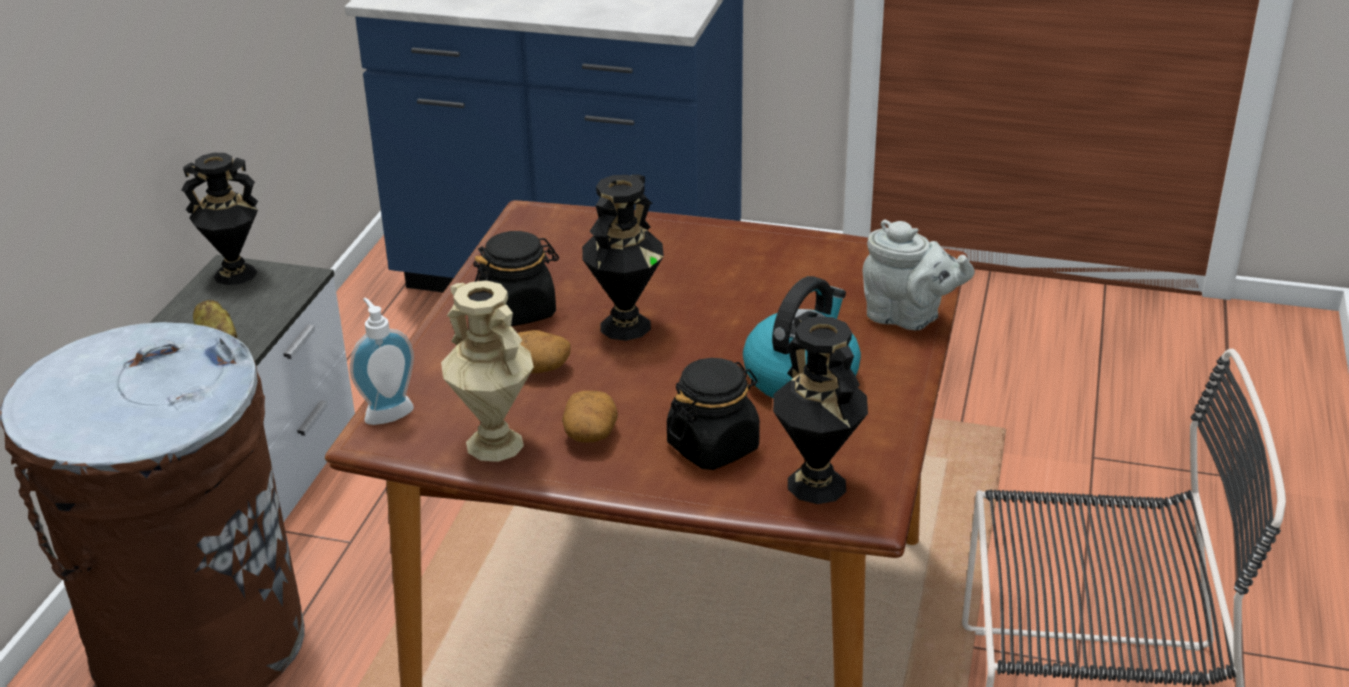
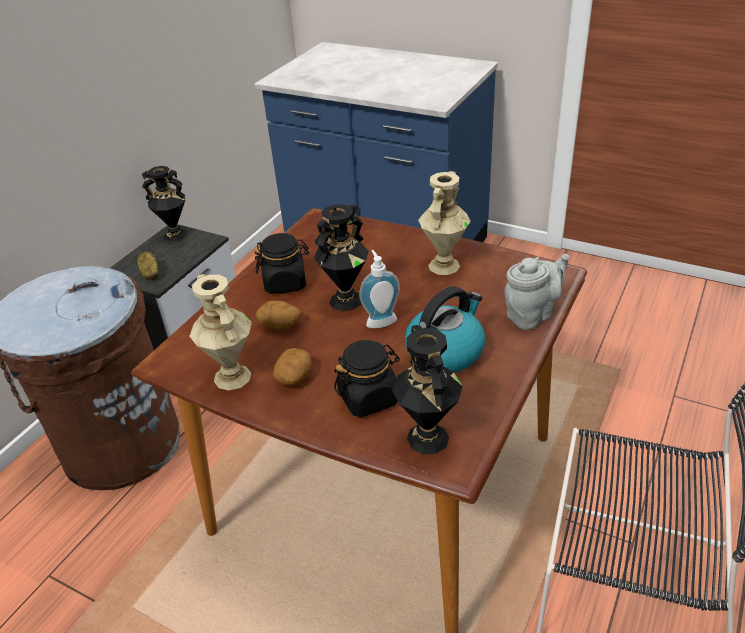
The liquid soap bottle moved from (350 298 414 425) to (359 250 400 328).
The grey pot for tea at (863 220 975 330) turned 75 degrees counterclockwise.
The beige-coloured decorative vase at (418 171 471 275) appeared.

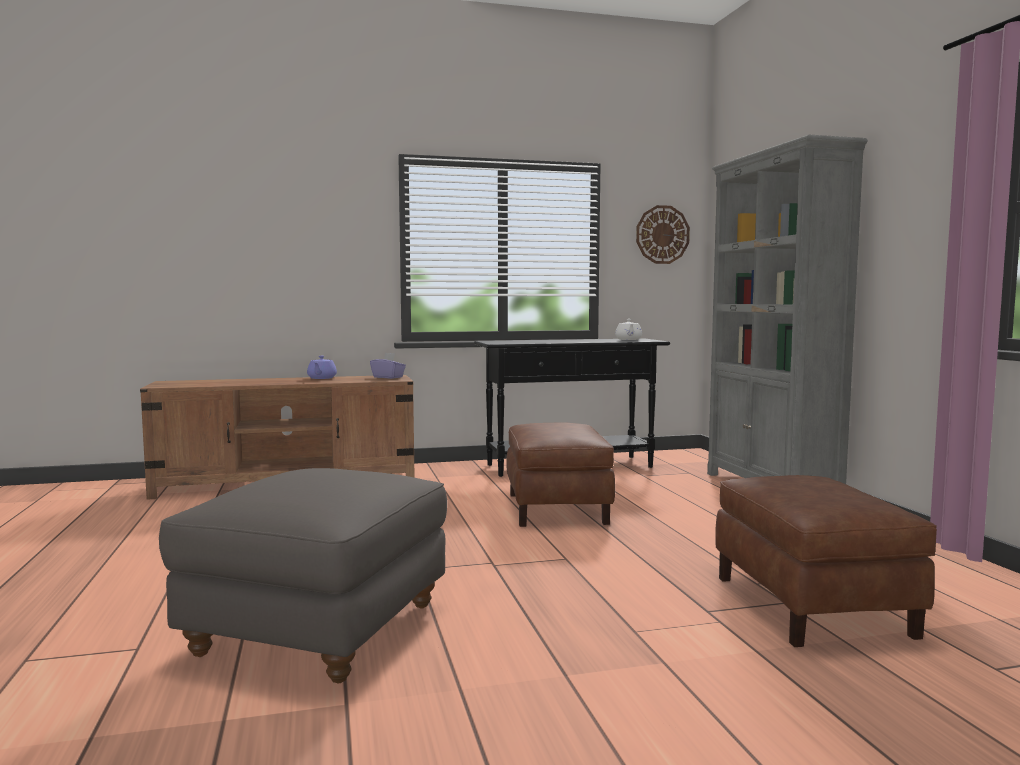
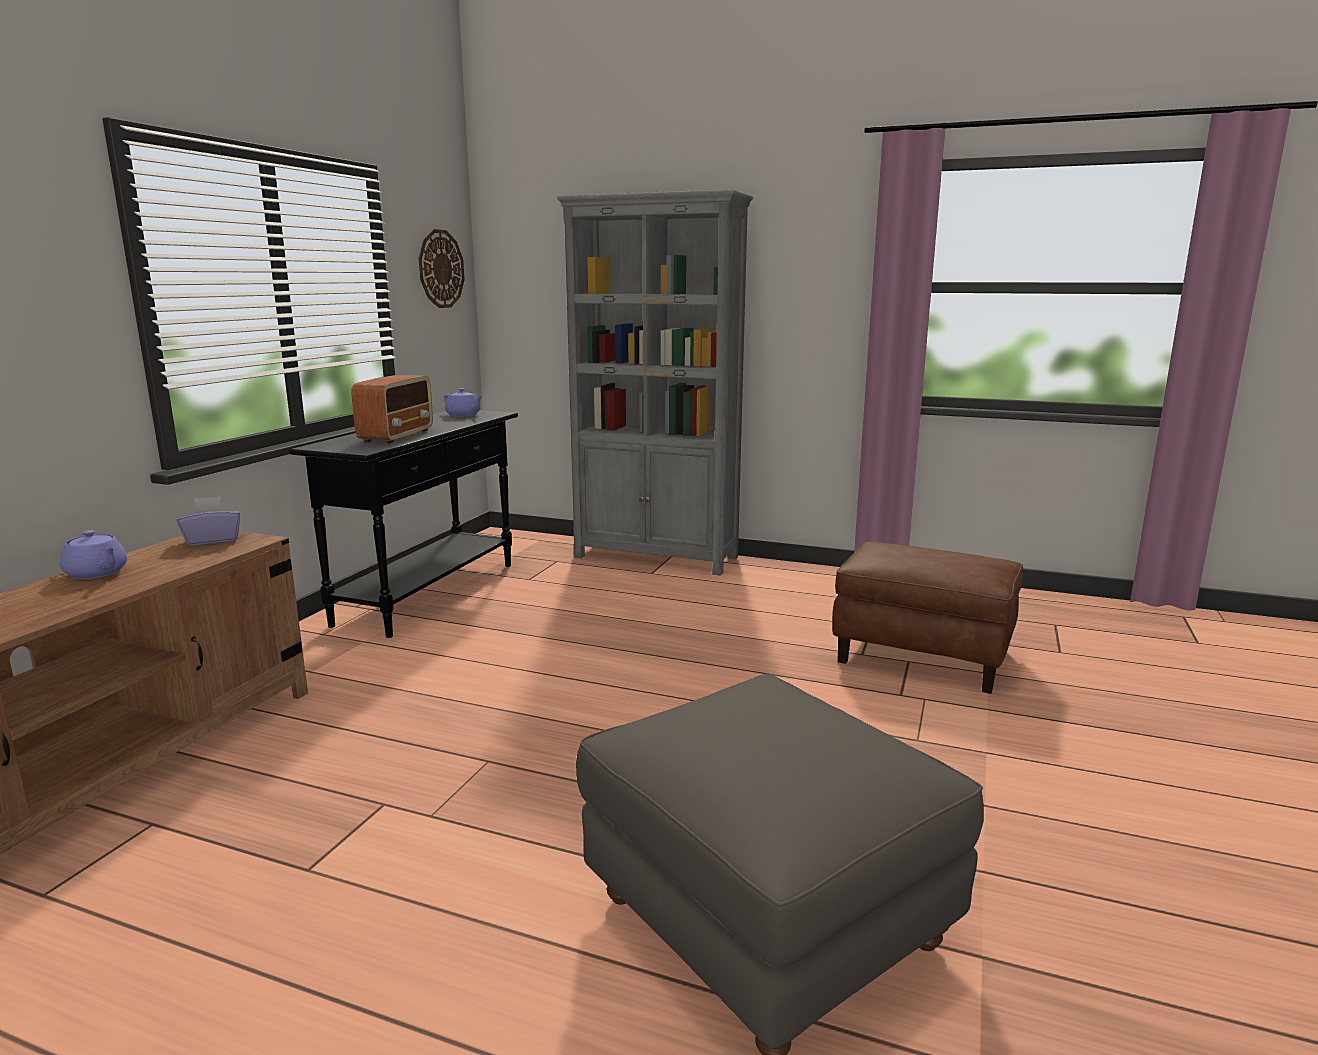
The brown footrest at (506 422 615 527) disappeared.
The white pot for tea at (615 319 642 340) became the purple-coloured pot for tea at (444 388 483 417).
The radio receiver at (351 375 433 443) appeared.

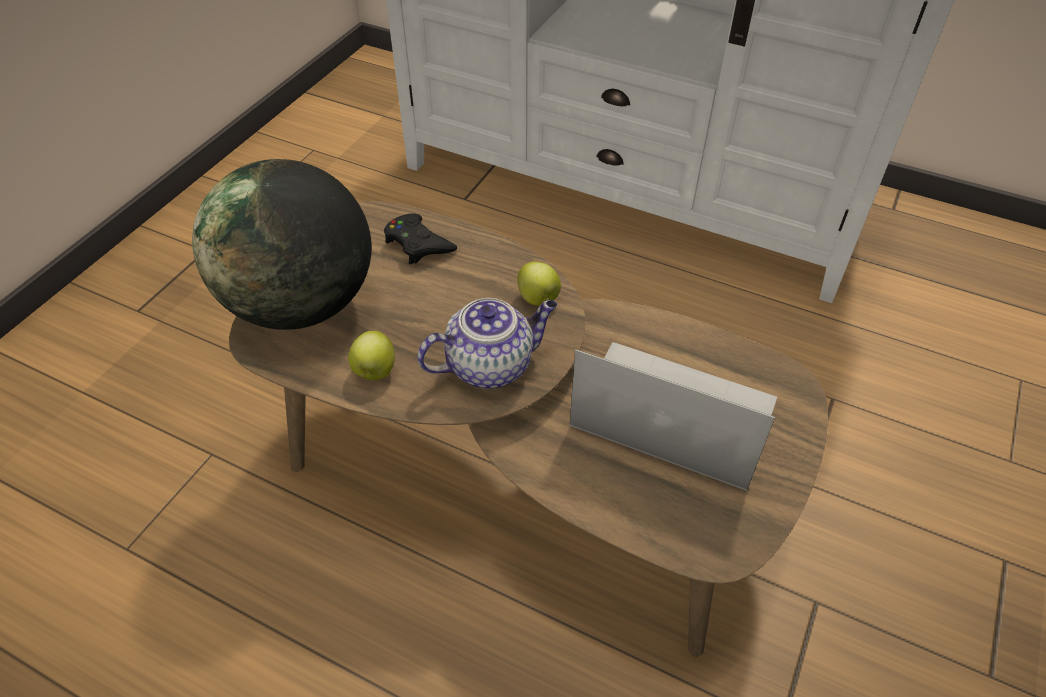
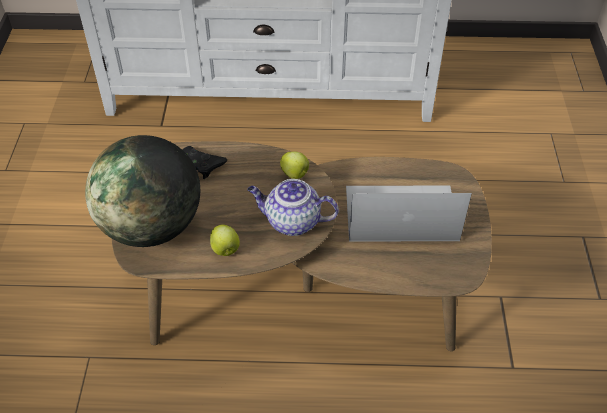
The pot for tea at (417 298 557 389) turned 120 degrees counterclockwise.

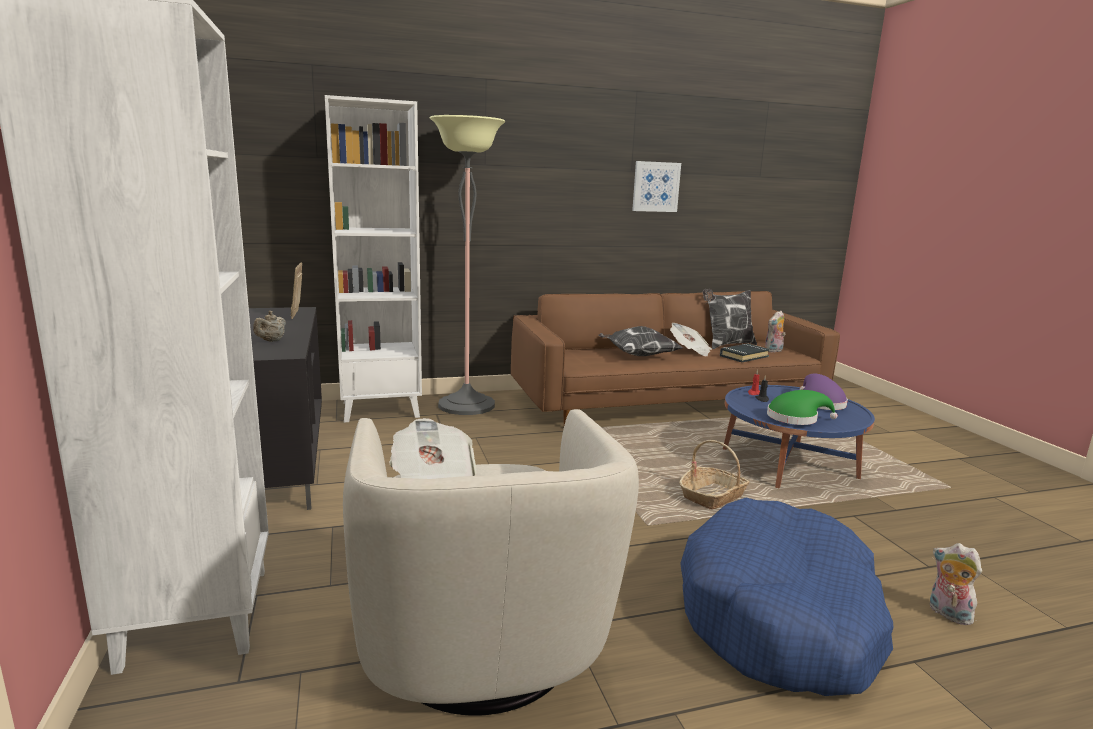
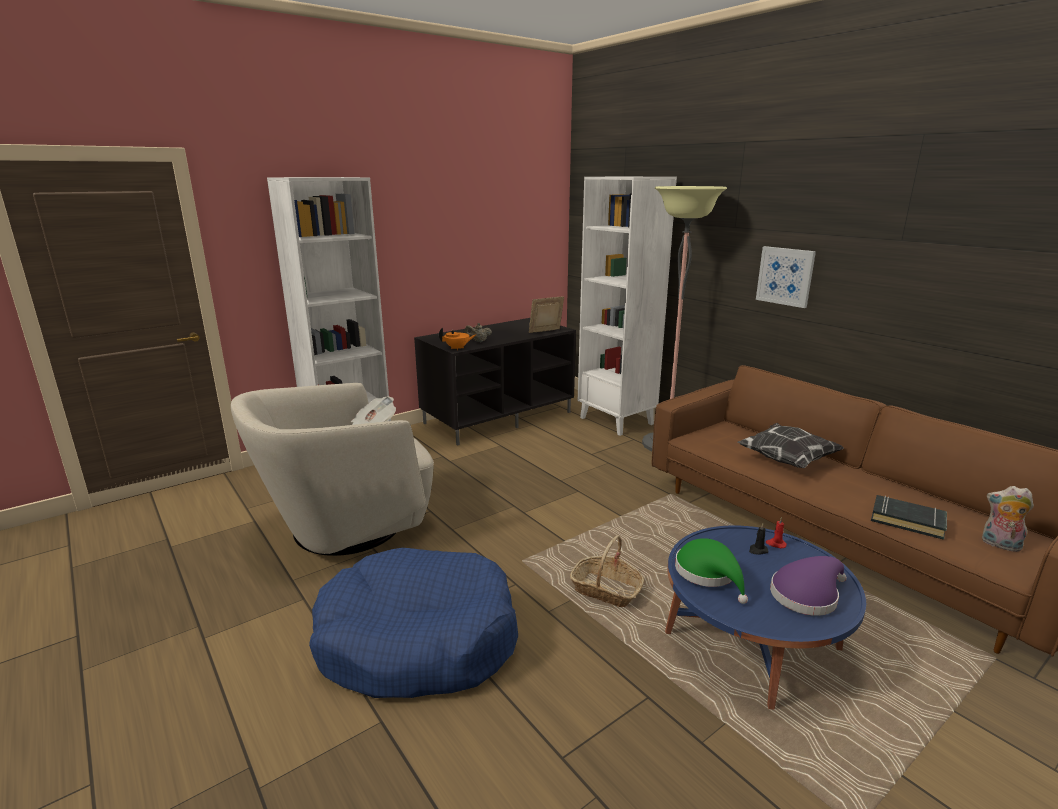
The picture moved from (632 161 681 212) to (756 246 816 308).
The newspaper at (670 323 712 357) disappeared.
The pillow at (703 289 757 349) disappeared.
The plush toy at (930 543 982 625) disappeared.
The orange pot for tea at (439 327 476 350) appeared.

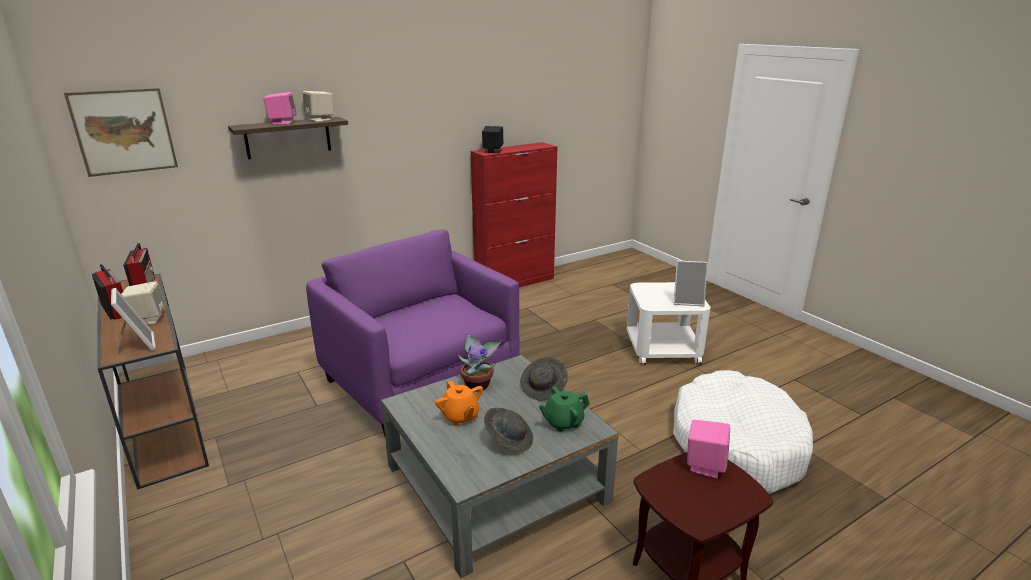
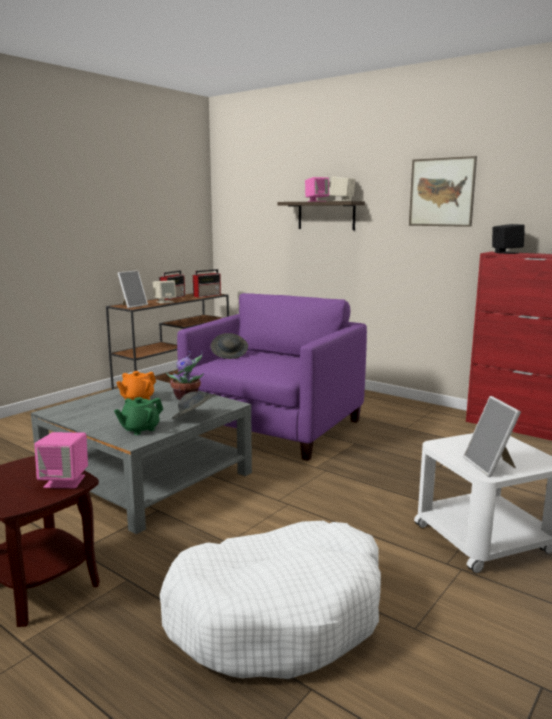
The picture moved from (64 88 178 177) to (409 156 477 227).
The grey wearable hat moved from (484 408 533 452) to (210 333 248 359).
The green-coloured pot for tea at (539 386 590 432) turned 90 degrees counterclockwise.

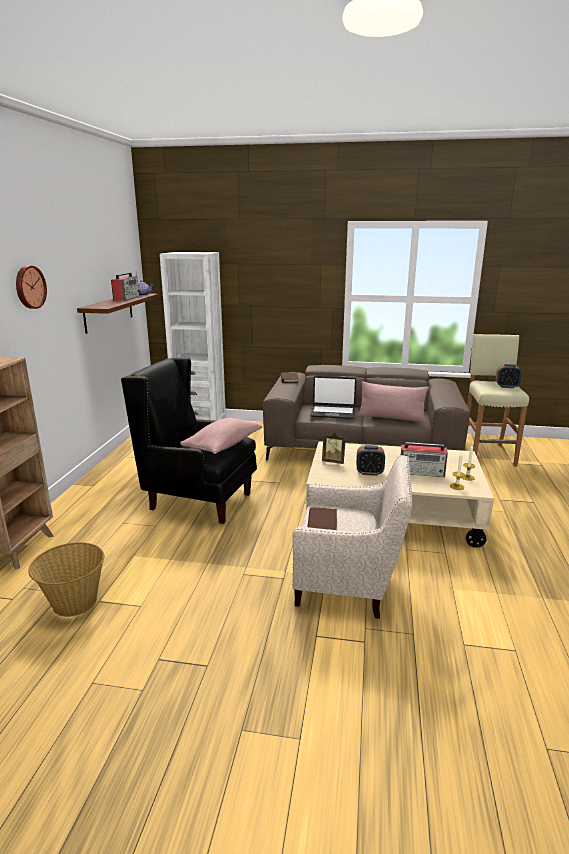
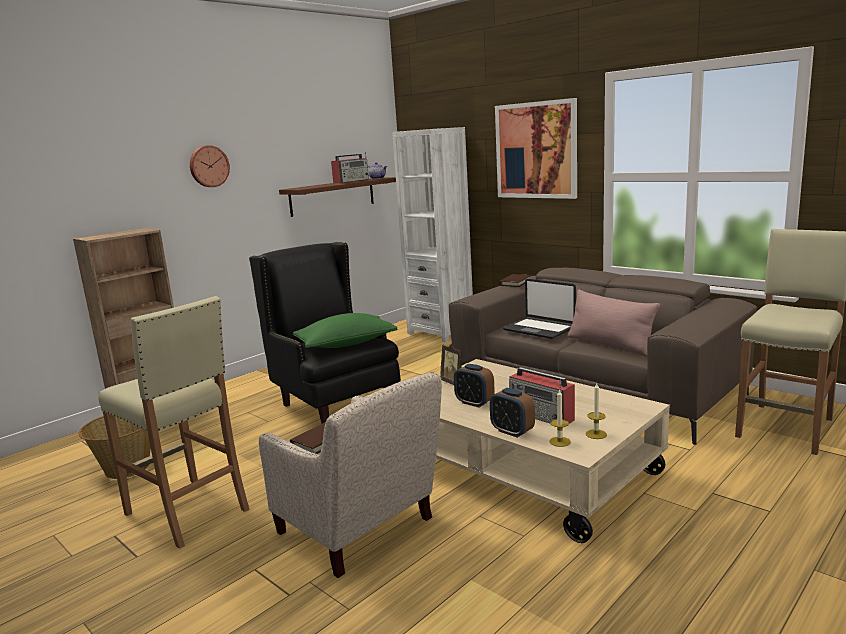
The pink-coloured pillow at (180 418 262 454) became the green-coloured pillow at (293 313 398 348).
The alarm clock moved from (496 364 522 388) to (490 388 535 438).
The beige-coloured sitting stool at (98 296 250 549) appeared.
The picture at (495 98 577 199) appeared.

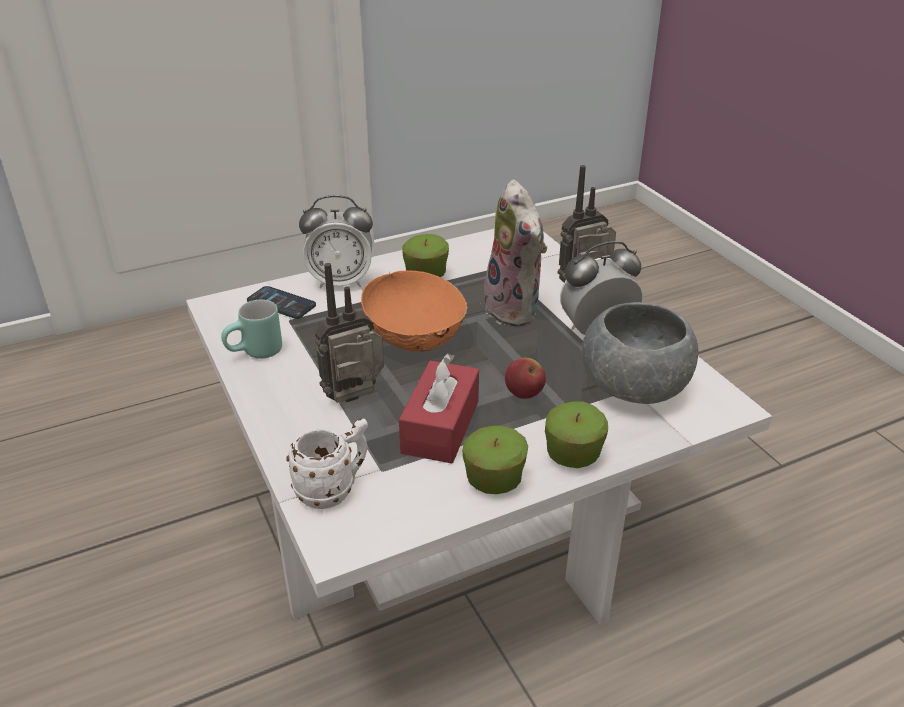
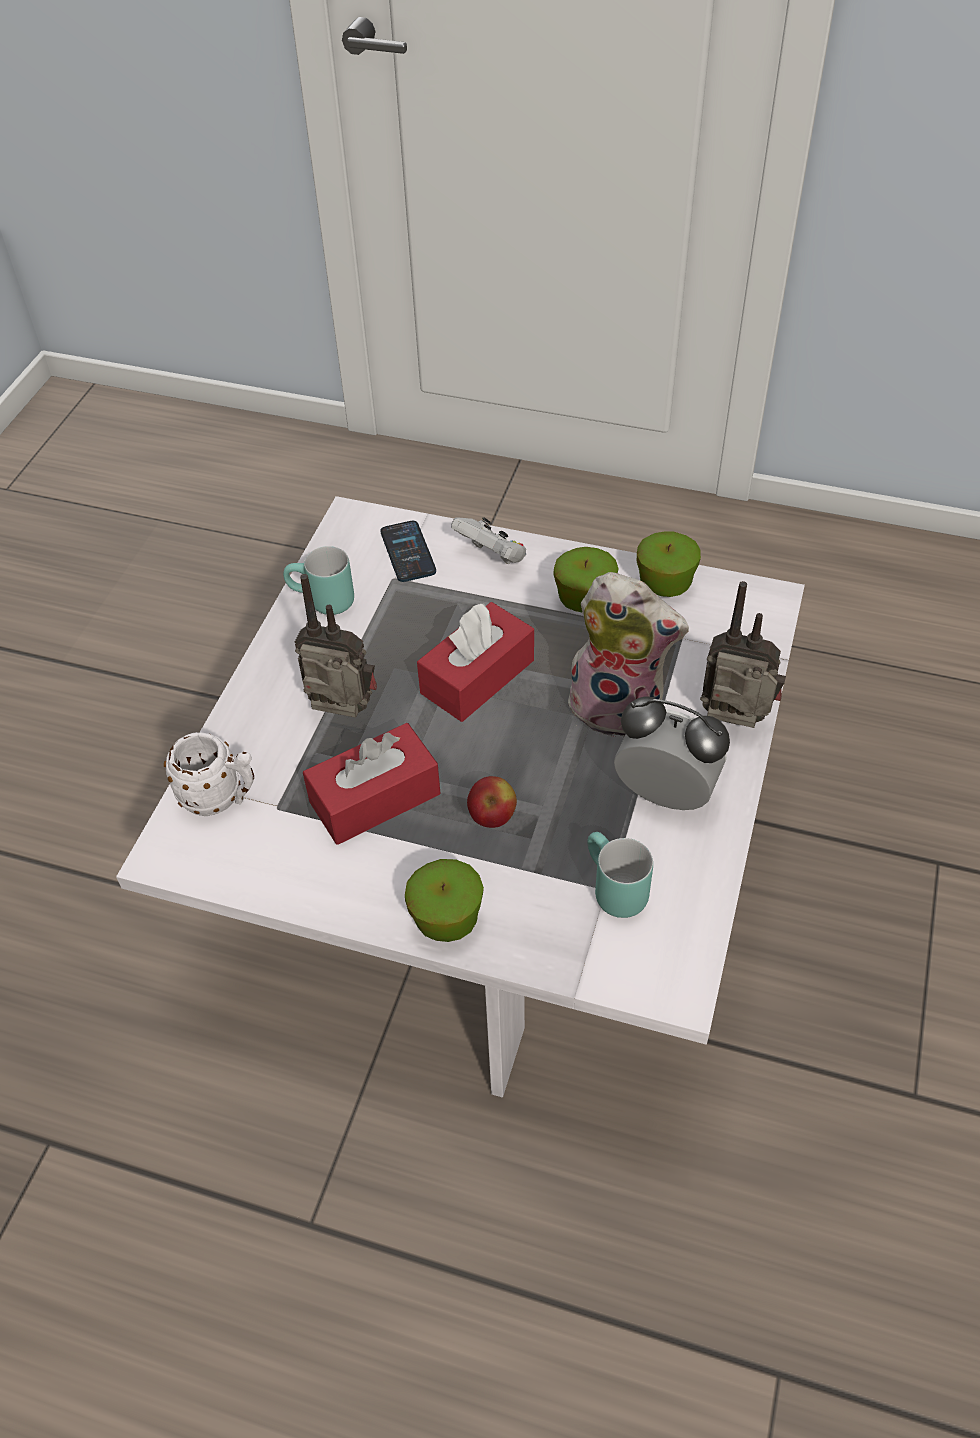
The alarm clock at (299 195 373 288) was replaced by the white joypad at (451 517 526 564).
The orange deep dish at (361 270 468 352) was replaced by the red-coloured box of tissues at (417 602 534 722).
The apple fruit moved from (462 426 528 494) to (637 531 701 597).
The plush toy at (482 179 547 327) turned 90 degrees counterclockwise.
The grey deep dish at (582 302 698 404) was replaced by the turquoise-coloured tea mug at (587 832 653 918).

